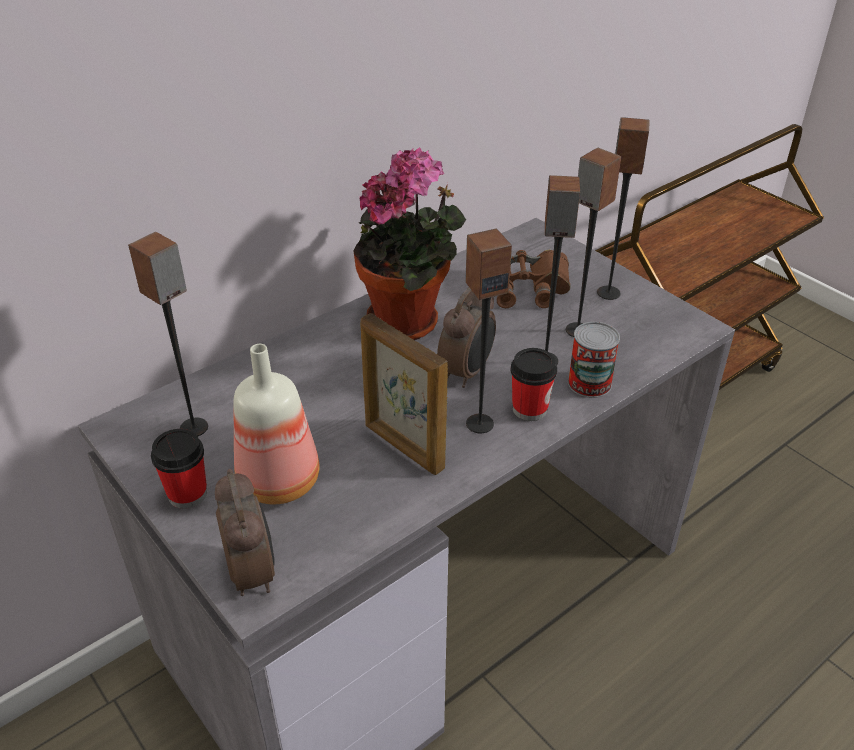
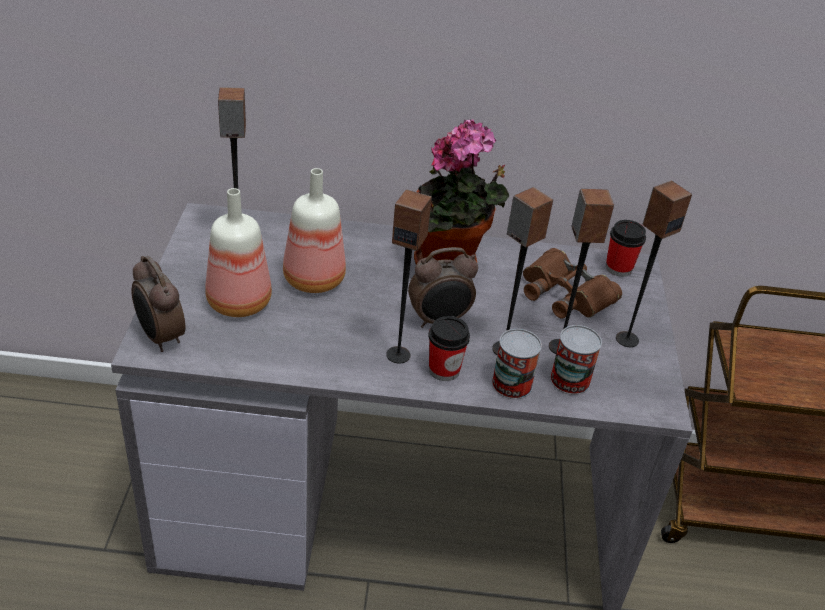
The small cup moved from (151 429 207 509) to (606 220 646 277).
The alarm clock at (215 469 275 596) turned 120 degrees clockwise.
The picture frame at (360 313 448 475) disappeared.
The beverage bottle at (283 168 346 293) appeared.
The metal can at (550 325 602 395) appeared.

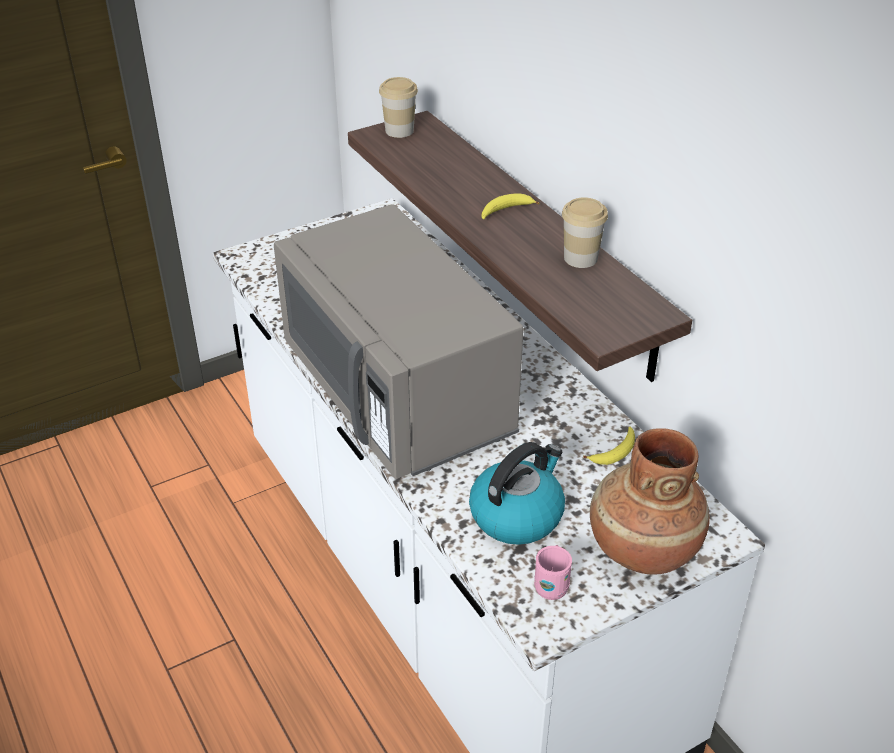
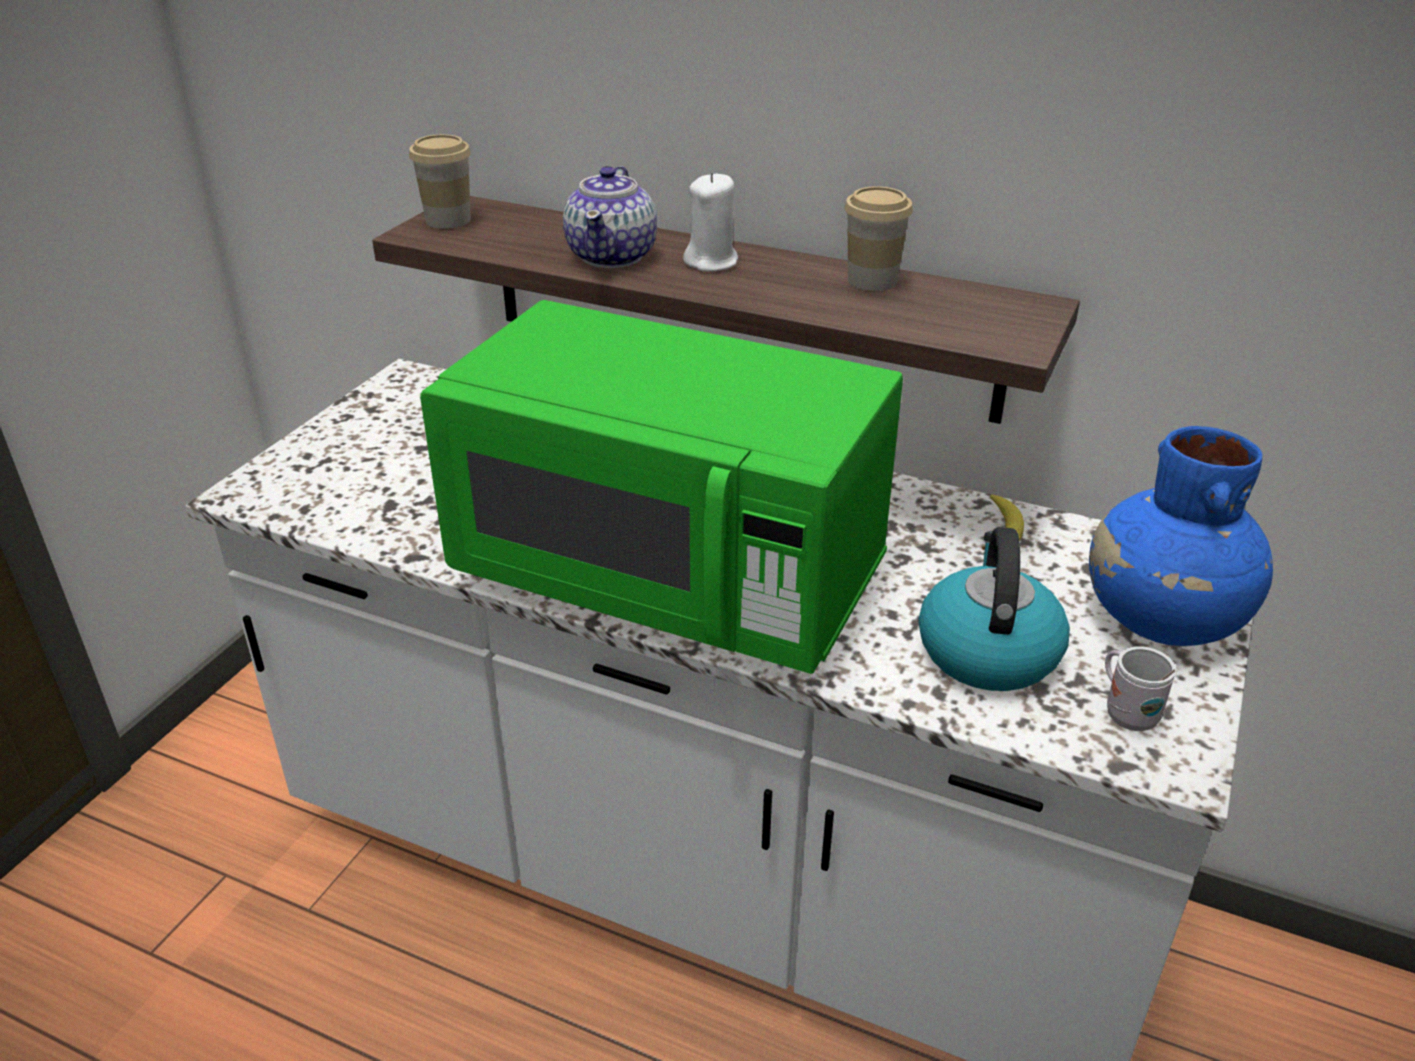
The grey microwave oven at (274 204 524 479) became the green-coloured microwave oven at (420 300 903 674).
The whole banana at (482 193 540 219) was replaced by the white wax candle at (683 173 738 272).
The pink-coloured tea mug at (534 545 572 600) became the white tea mug at (1105 646 1176 731).
The brown decorative vase at (590 428 710 575) became the bluish decorative vase at (1089 426 1273 646).
The pot for tea at (563 166 657 268) appeared.

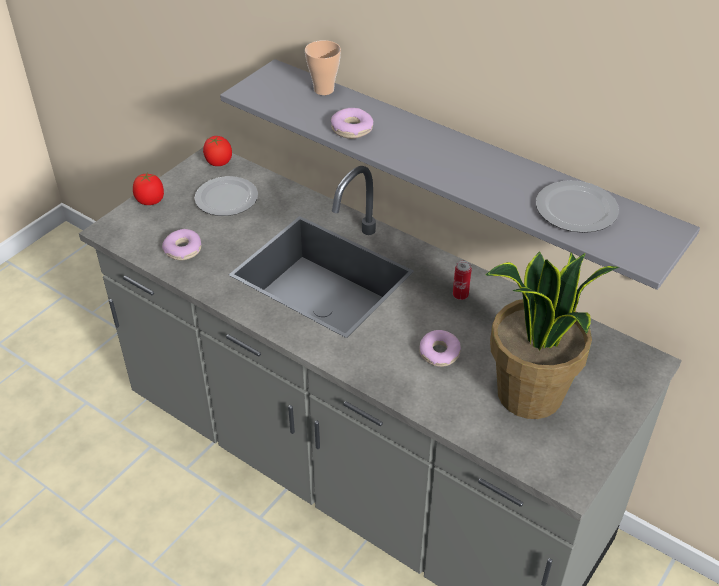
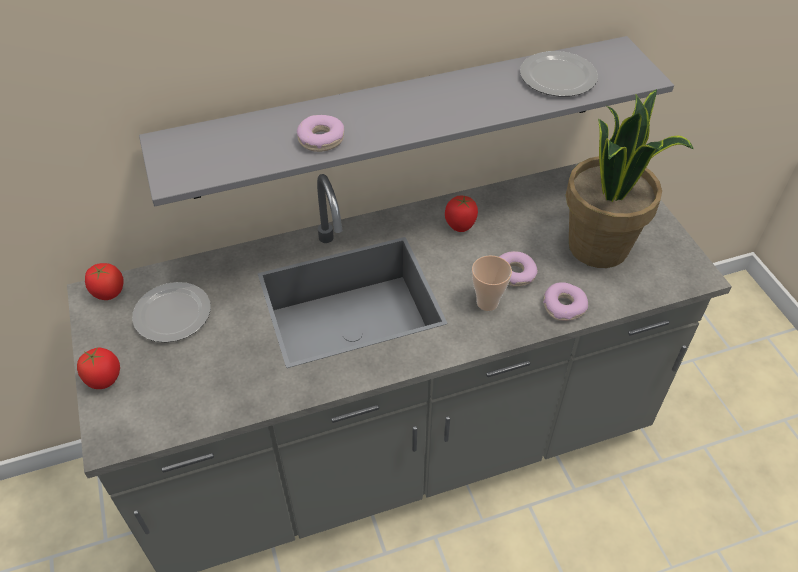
The ring doughnut moved from (162 229 201 260) to (543 282 588 321).
The small cup moved from (305 40 341 95) to (472 255 512 311).
The metal can at (453 261 472 300) was replaced by the whole tomato at (445 196 478 232).

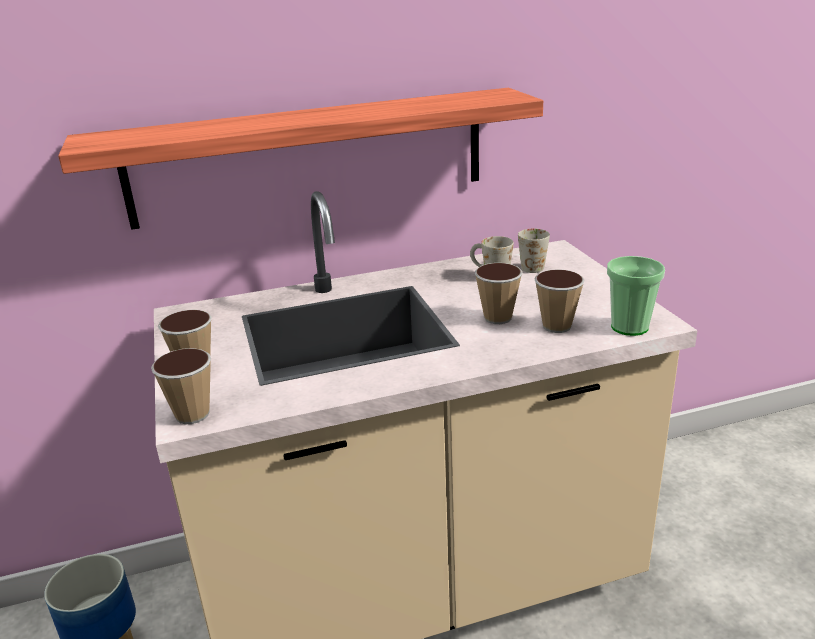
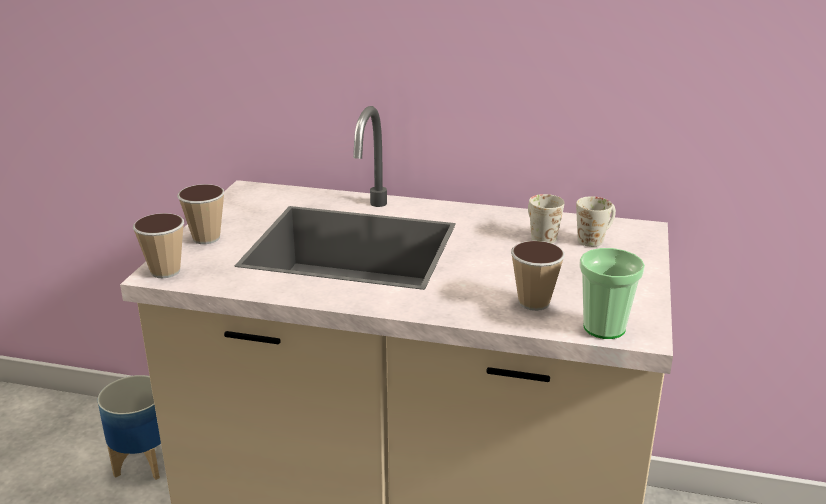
The wall shelf at (58 88 543 230) disappeared.
The small cup at (475 263 523 324) disappeared.

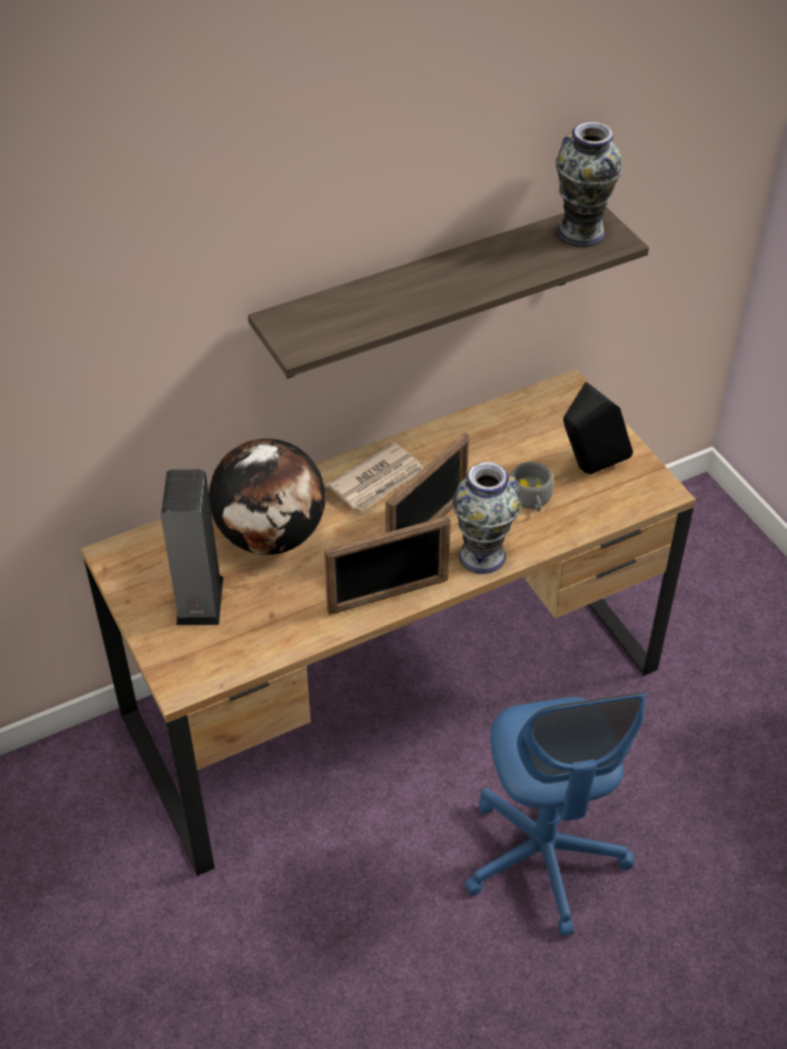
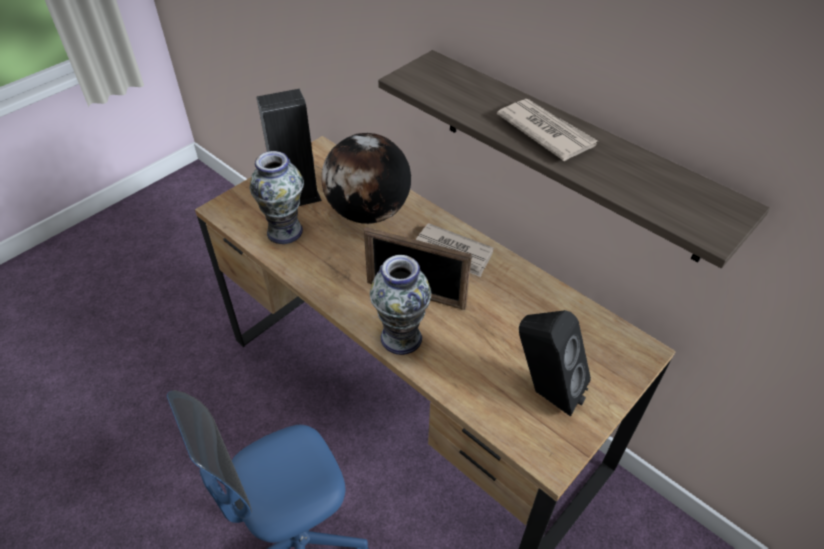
The picture frame at (324 516 451 615) disappeared.
The grey small cup at (511 462 553 512) disappeared.
The decorative vase moved from (556 122 622 247) to (250 151 304 244).
The newspaper at (497 99 598 161) appeared.

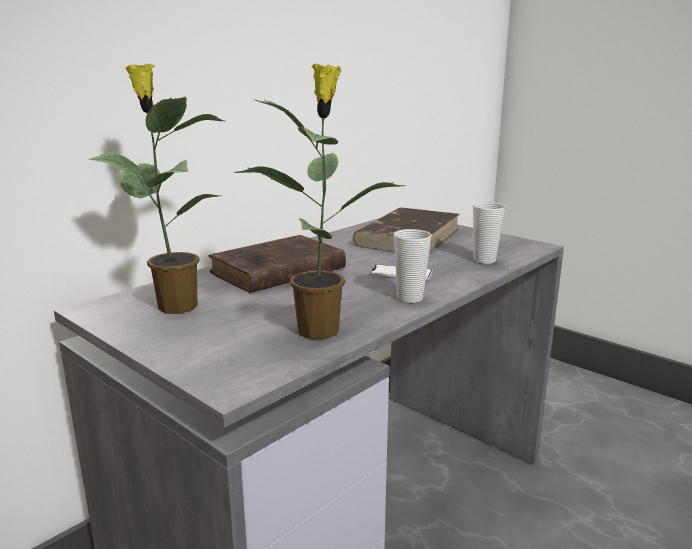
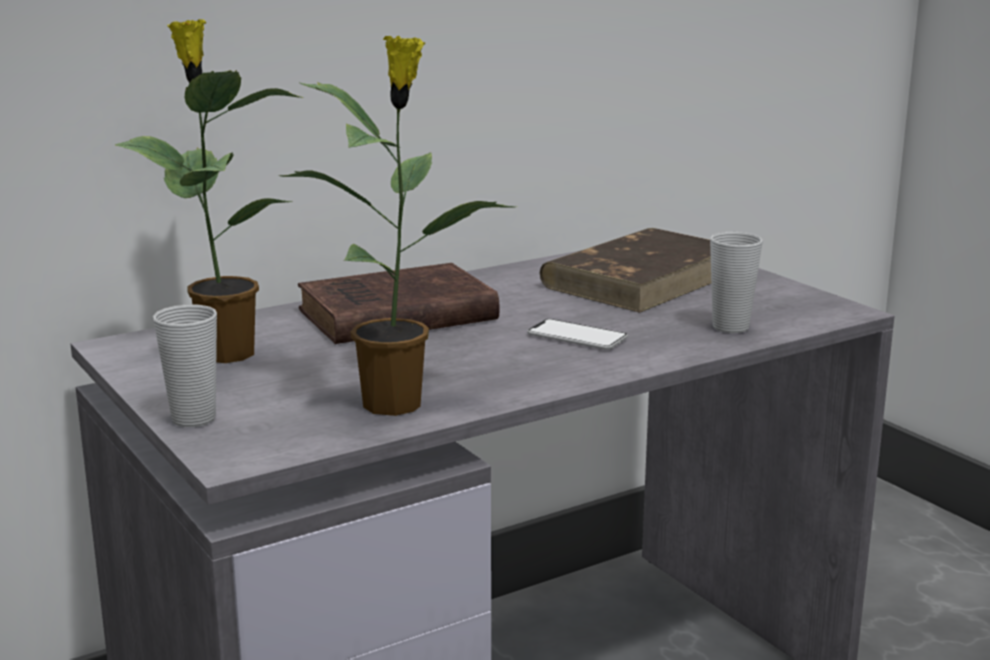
The small cup moved from (394 229 432 303) to (153 304 217 427).

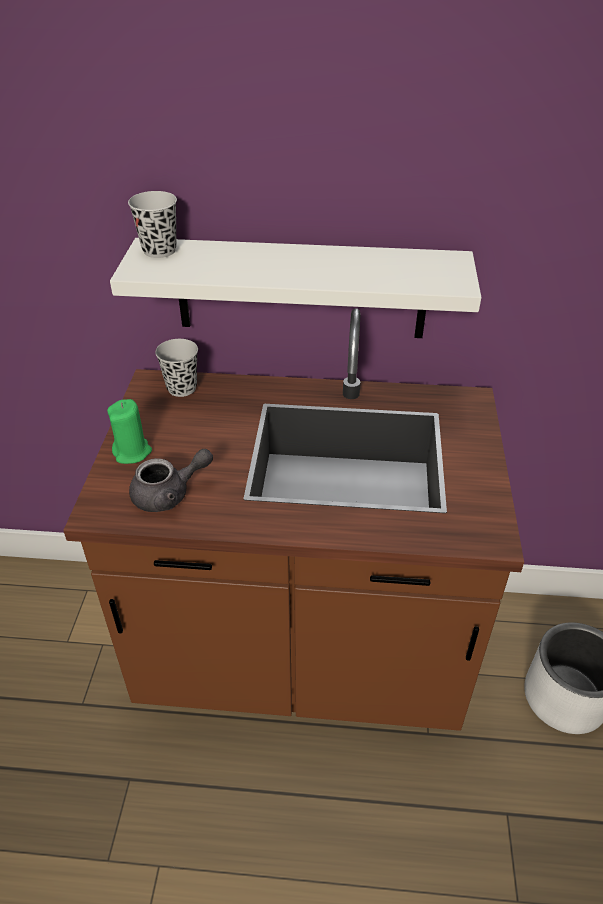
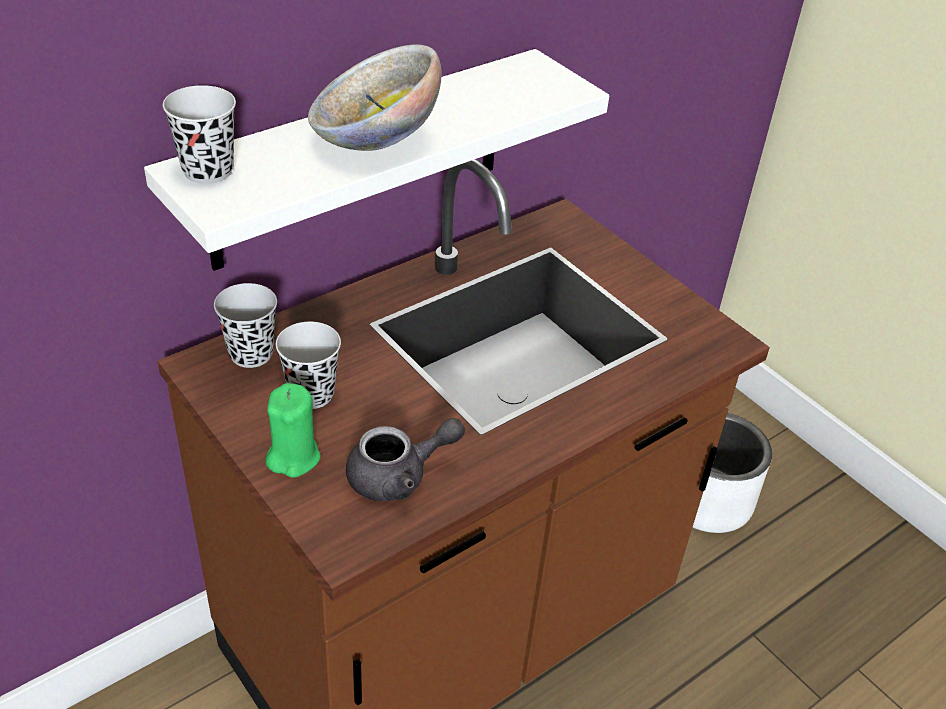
The grey pot for tea at (129 449 213 512) turned 45 degrees clockwise.
The black small cup at (276 322 341 409) appeared.
The deep dish at (308 44 442 151) appeared.

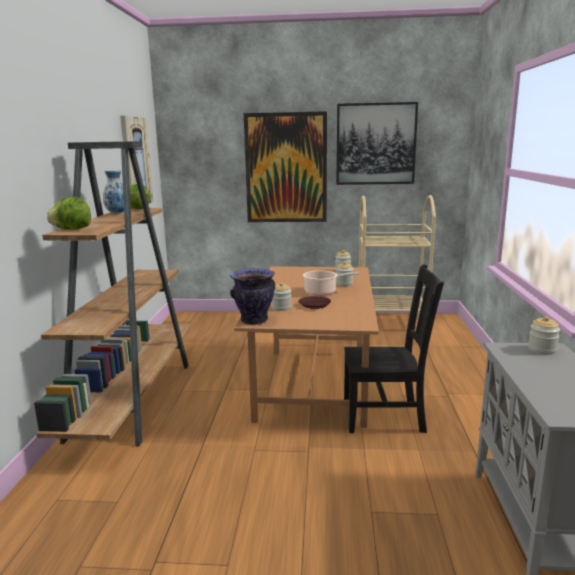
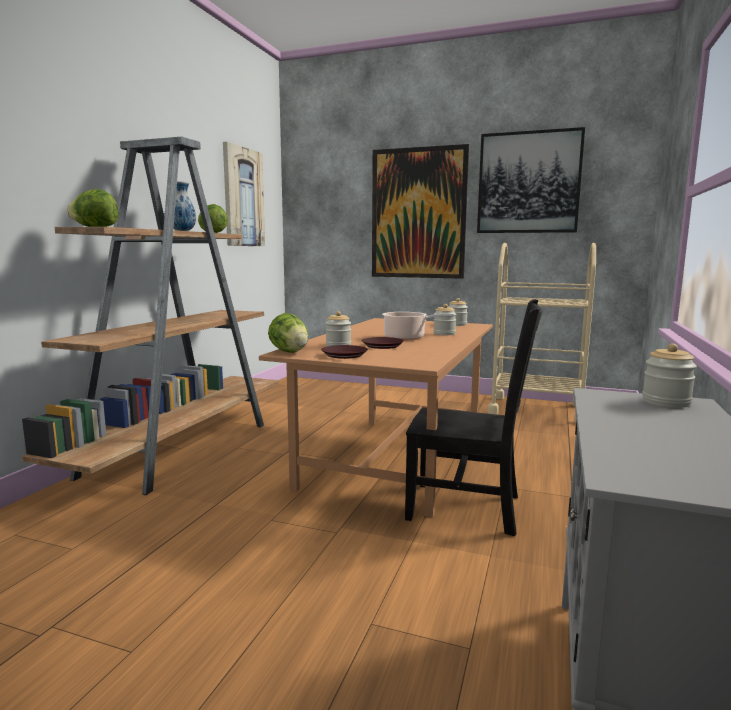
The decorative vase at (230 268 275 325) was replaced by the lettuce at (268 313 308 353).
The brown plate at (321 345 368 359) appeared.

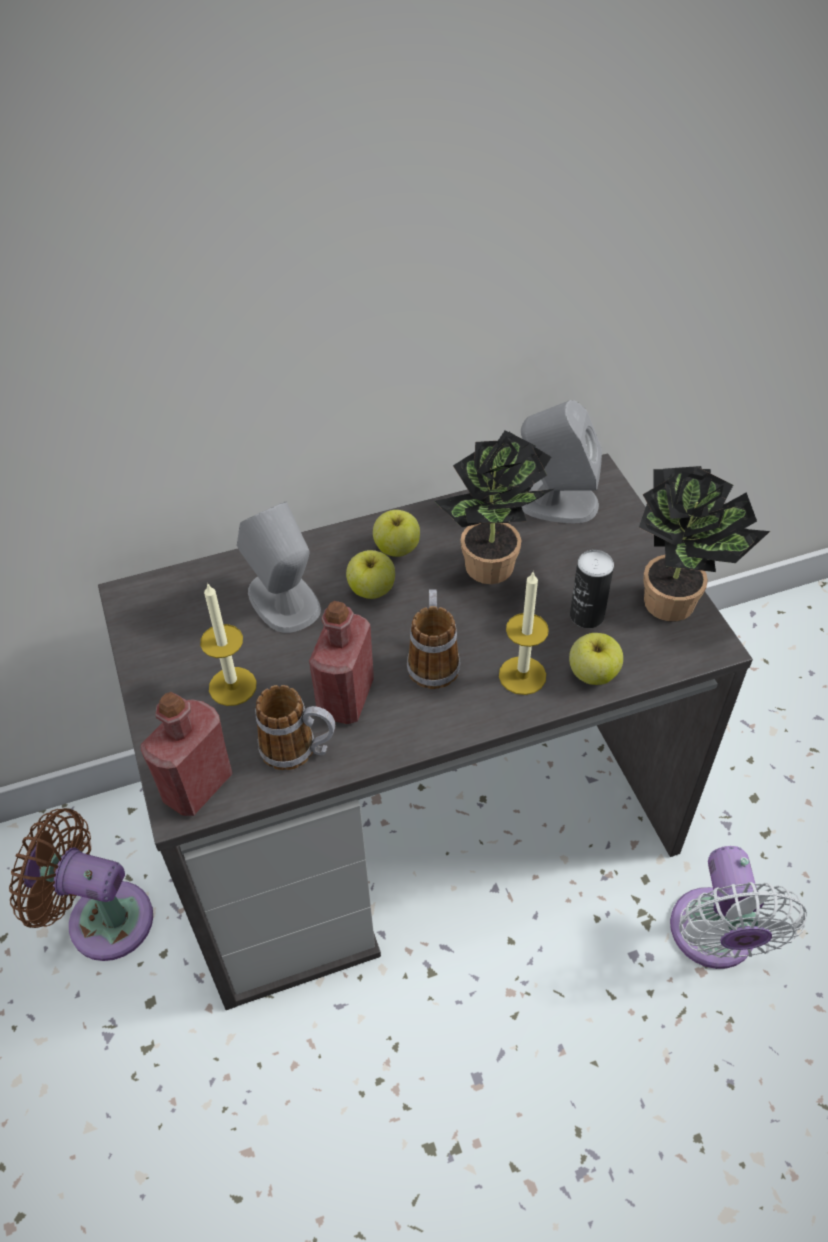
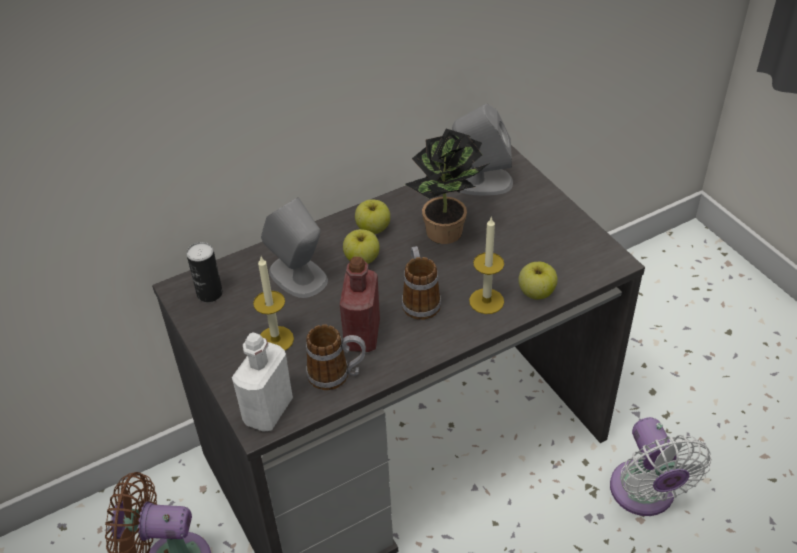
The red-coloured beverage bottle at (141 692 233 816) became the white beverage bottle at (232 332 293 431).
The metal can moved from (570 550 614 628) to (186 242 223 302).
The plant in a pot at (639 466 770 622) disappeared.

